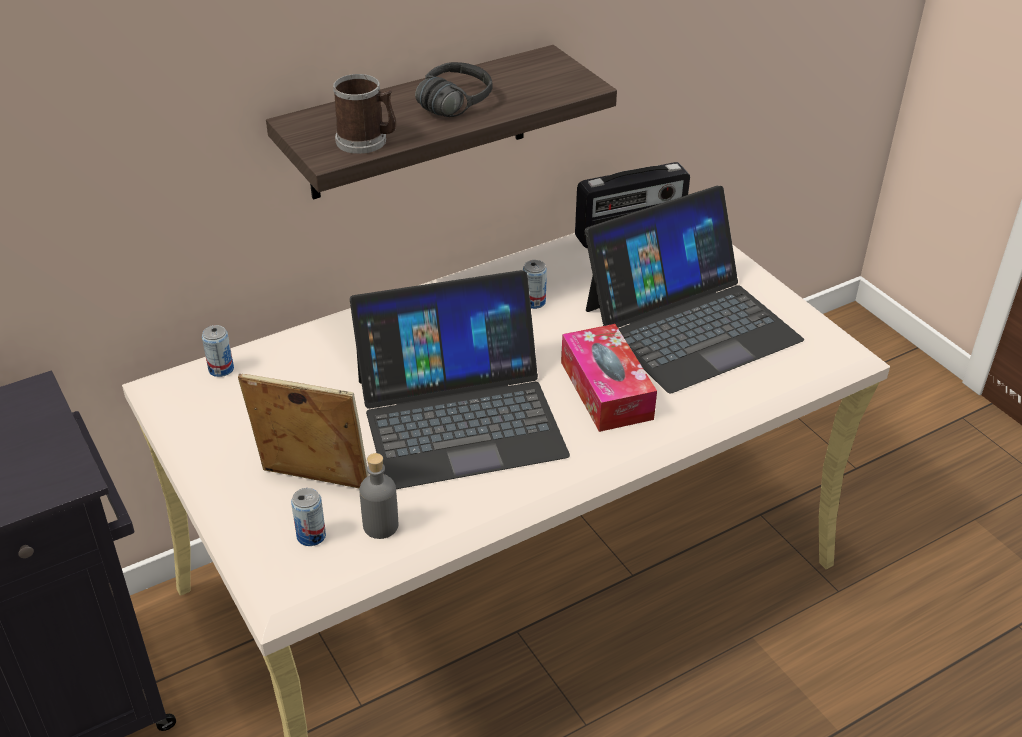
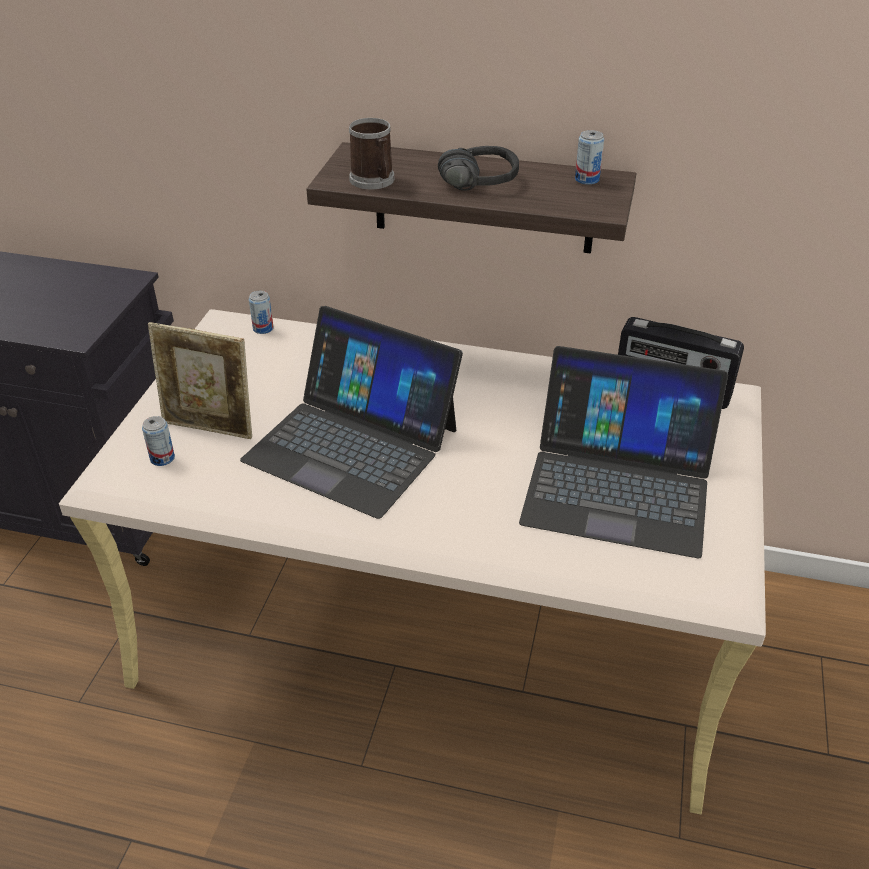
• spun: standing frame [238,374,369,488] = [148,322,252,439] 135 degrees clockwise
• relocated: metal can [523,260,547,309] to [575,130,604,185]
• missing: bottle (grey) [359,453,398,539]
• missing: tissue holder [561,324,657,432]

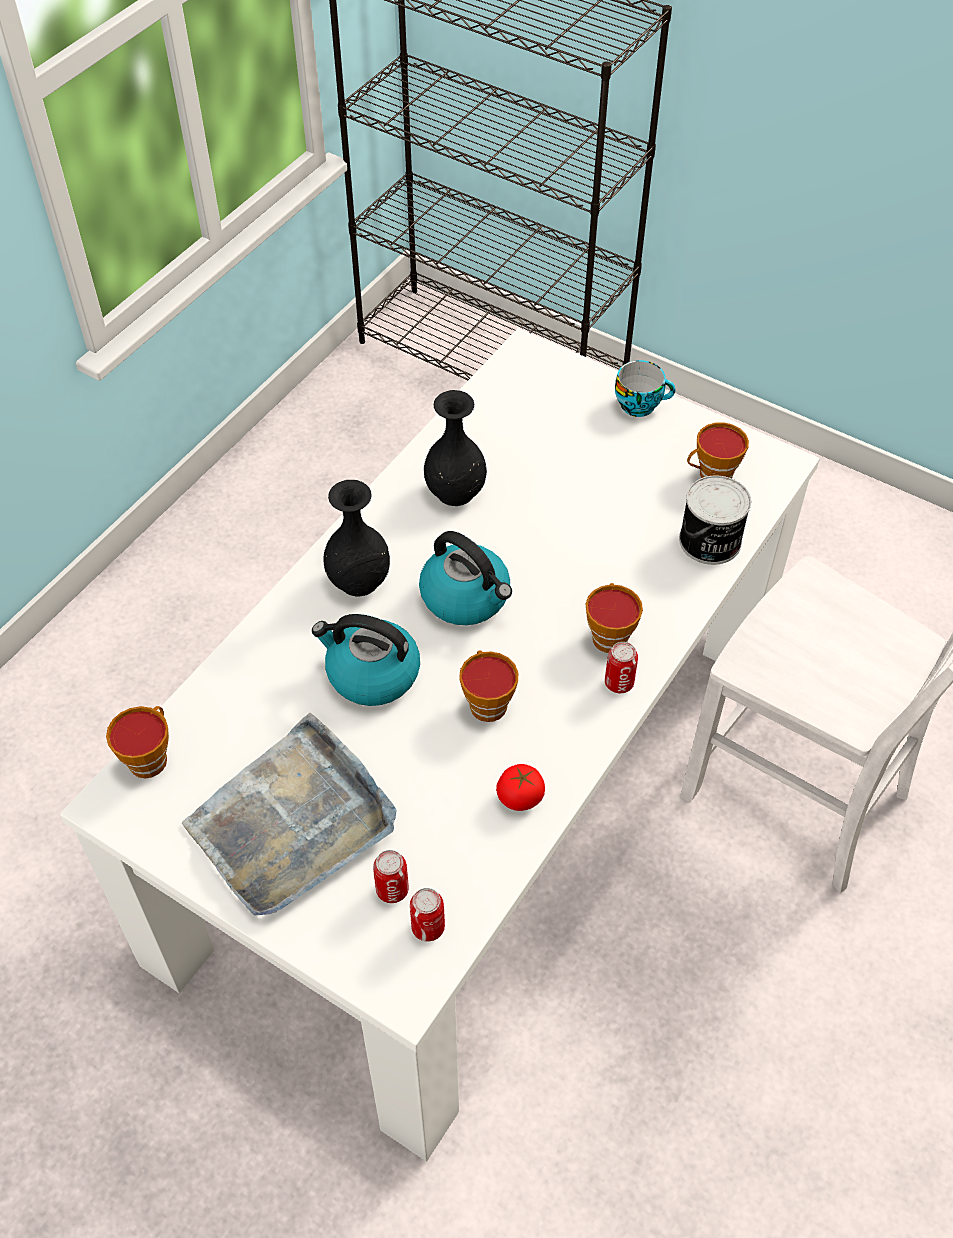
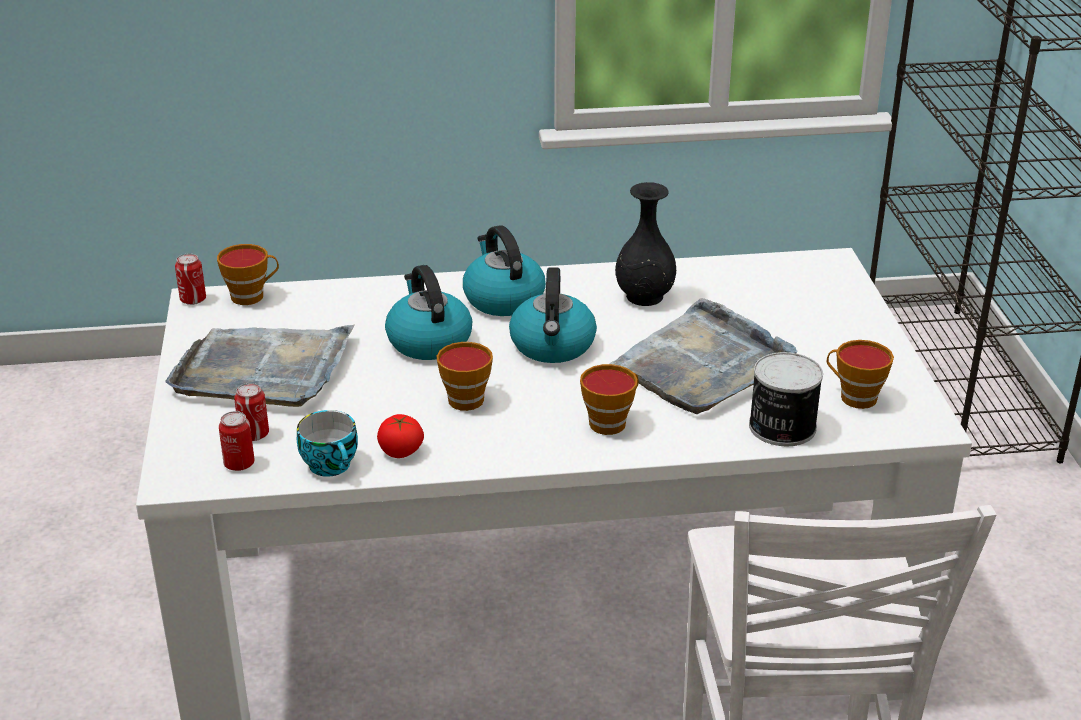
• relocated: metal can [605,642,638,693] to [175,253,206,305]
• relocated: cup [615,360,676,417] to [297,410,358,477]
• exchanged: decorative vase (blackish) [324,480,390,597] to kettle [463,225,546,316]
• appeared: tray (grey) [610,298,798,414]

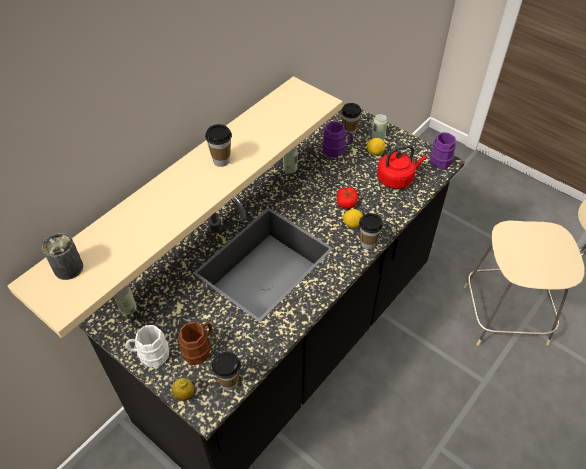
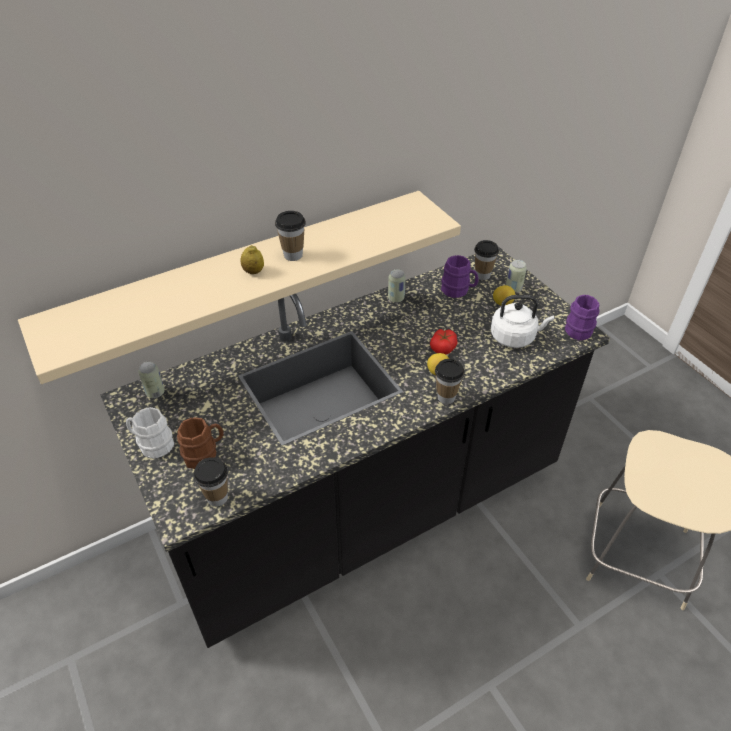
• relocated: citrus fruit [172,378,194,401] to [240,246,264,274]
• colour: kettle (reddish) [377,145,426,189] to kettle (white-coloured) [491,295,554,348]
• missing: metal can [42,233,83,280]

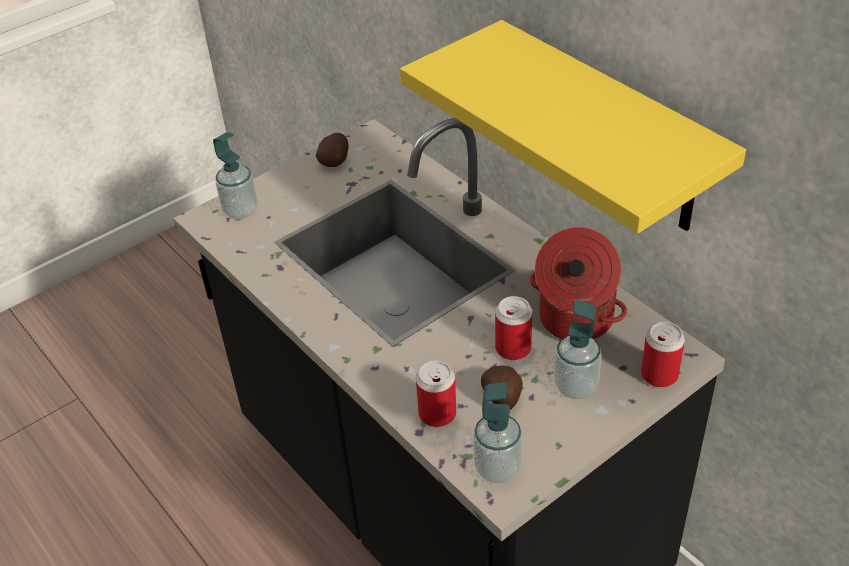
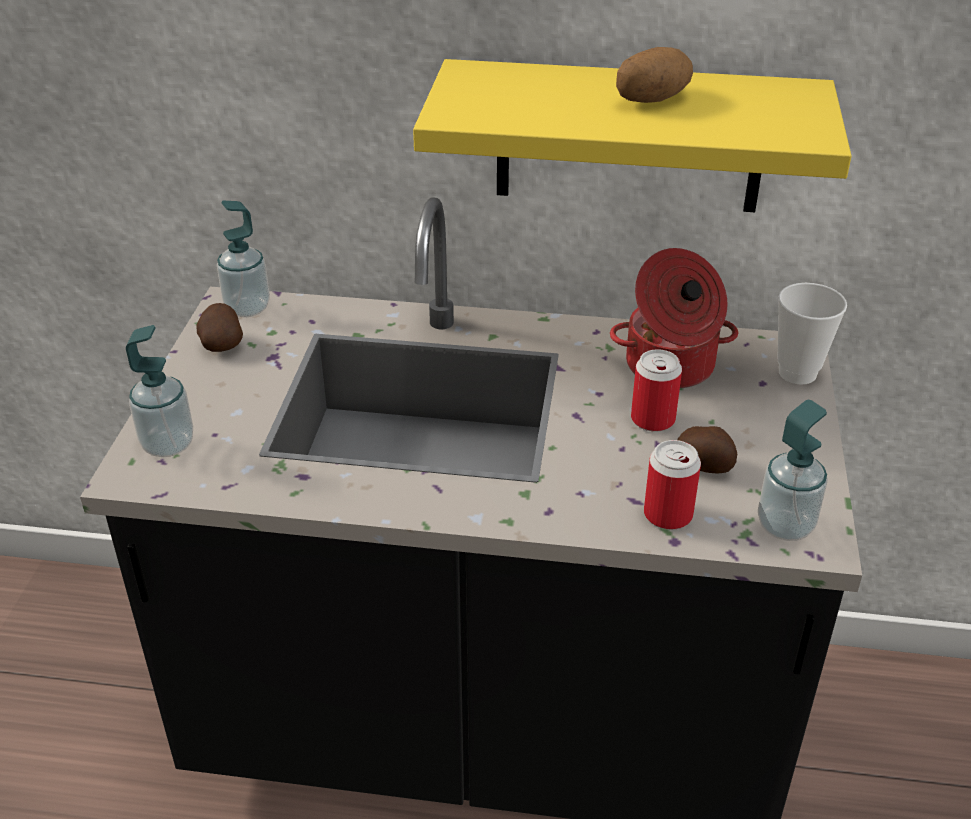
• relocated: soap bottle [554,300,602,399] to [217,201,270,317]
• appeared: spud [616,47,693,103]
• exchanged: metal can [641,322,685,387] to cup [778,283,847,385]

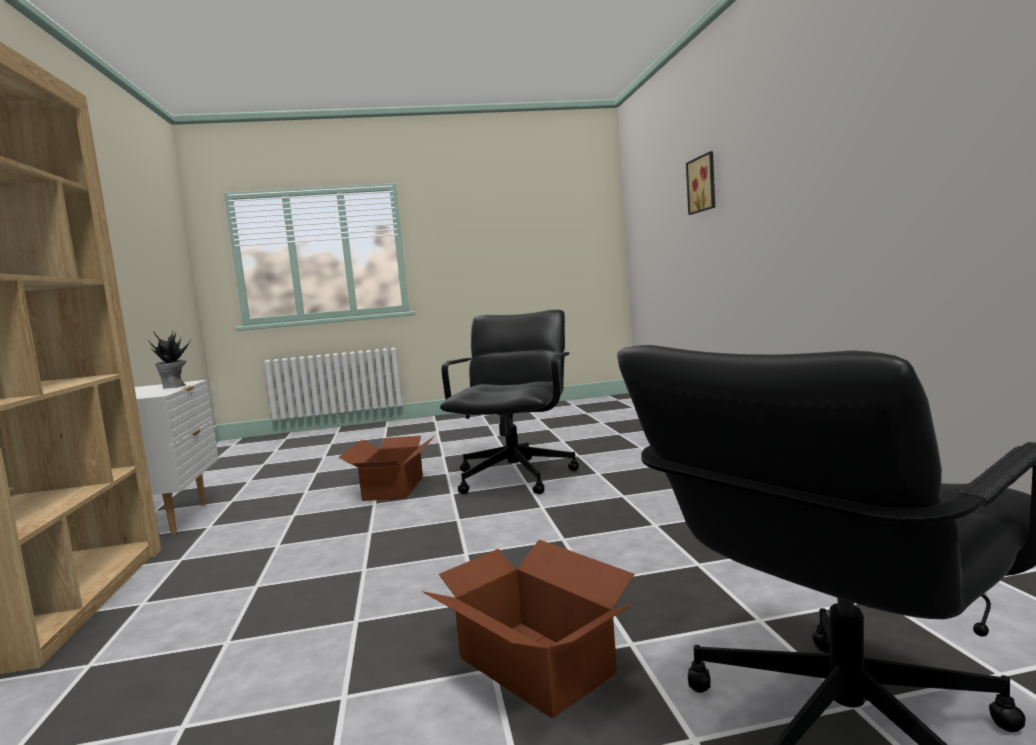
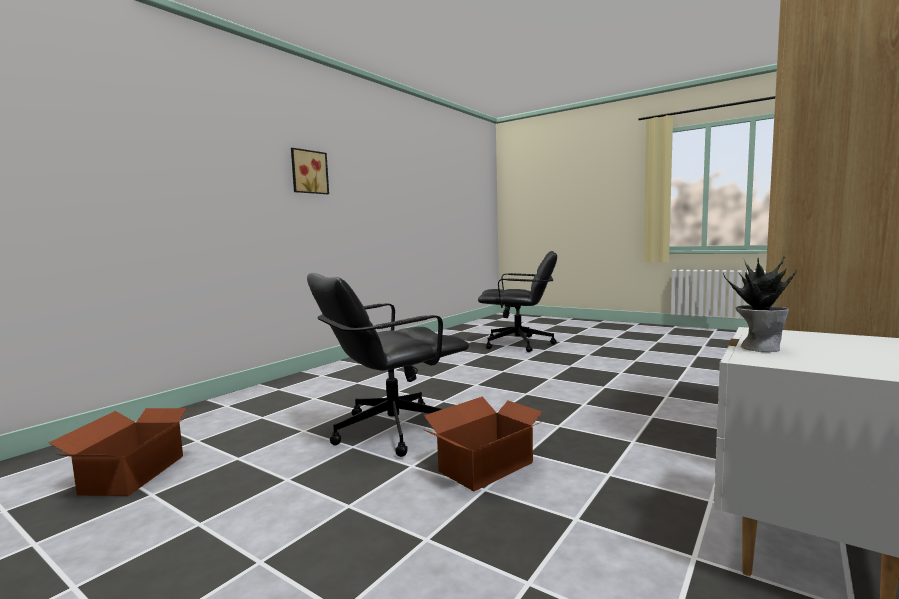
• relocated: carton [422,540,635,718] to [48,408,195,496]
• relocated: picture [686,151,715,215] to [291,148,329,194]

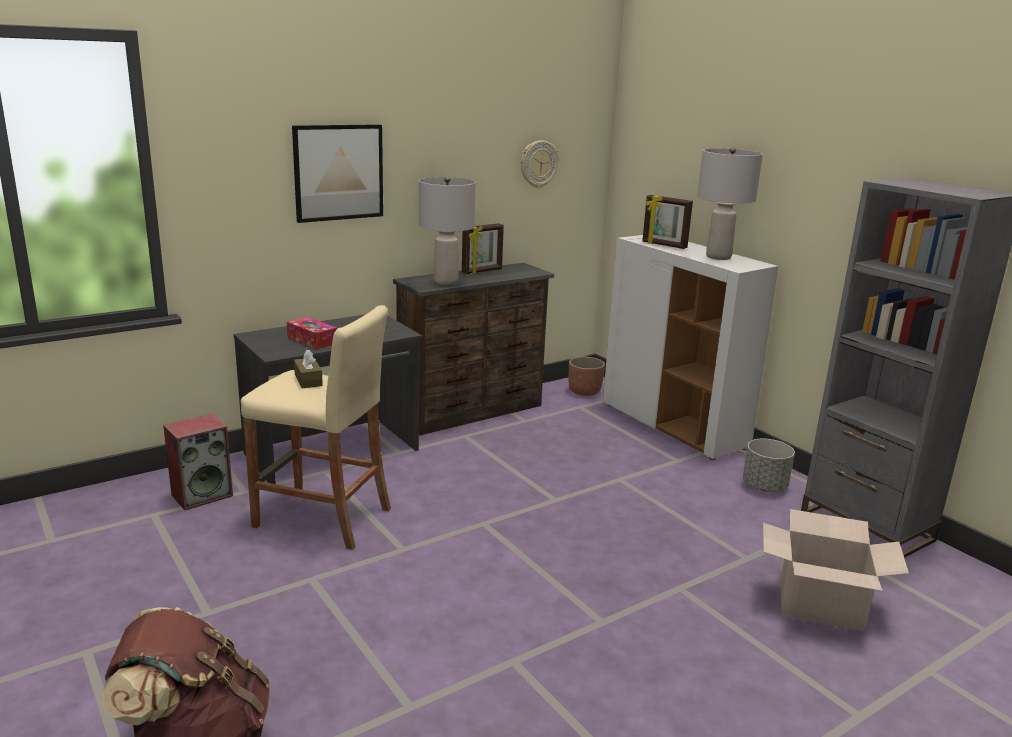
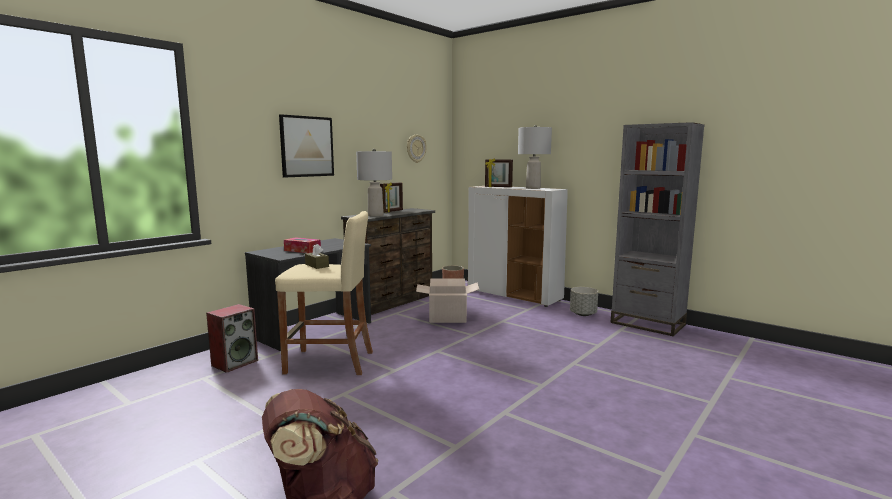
• relocated: carton [763,509,909,631] to [416,279,479,323]

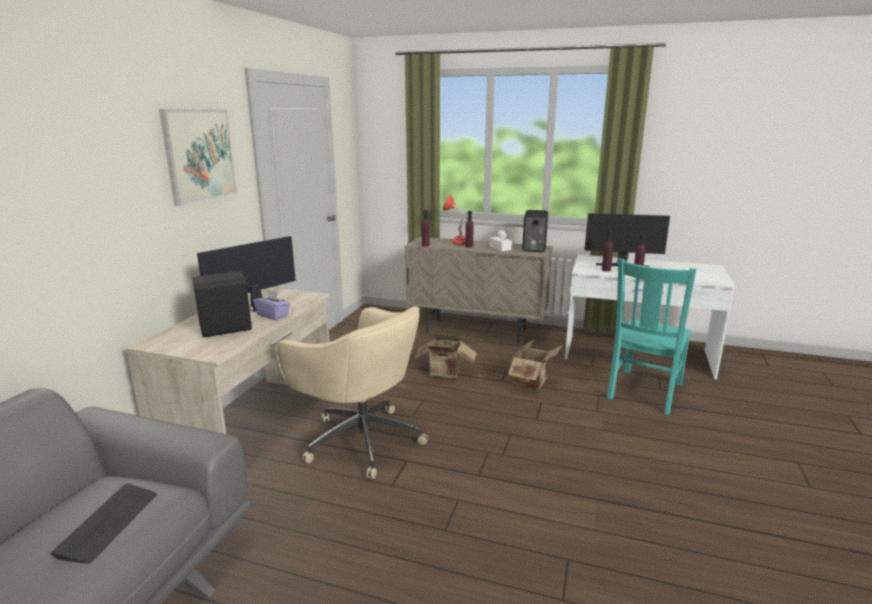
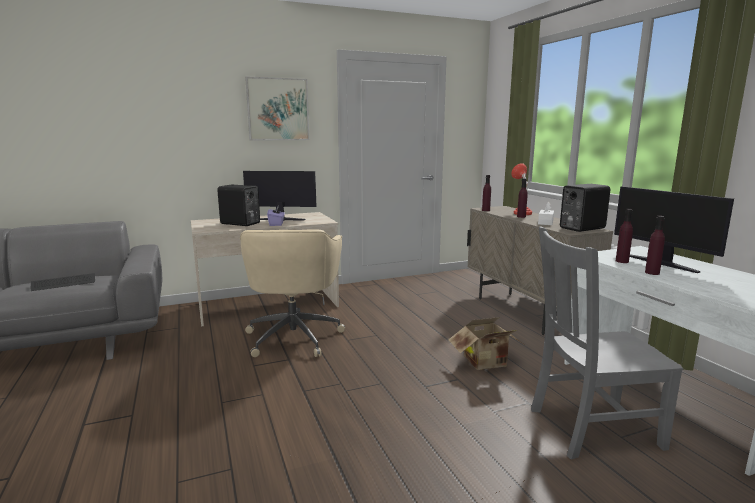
• colour: upright chair (blue-green) [607,258,696,415] to upright chair (grey) [531,226,683,459]
• missing: carton [414,334,477,378]

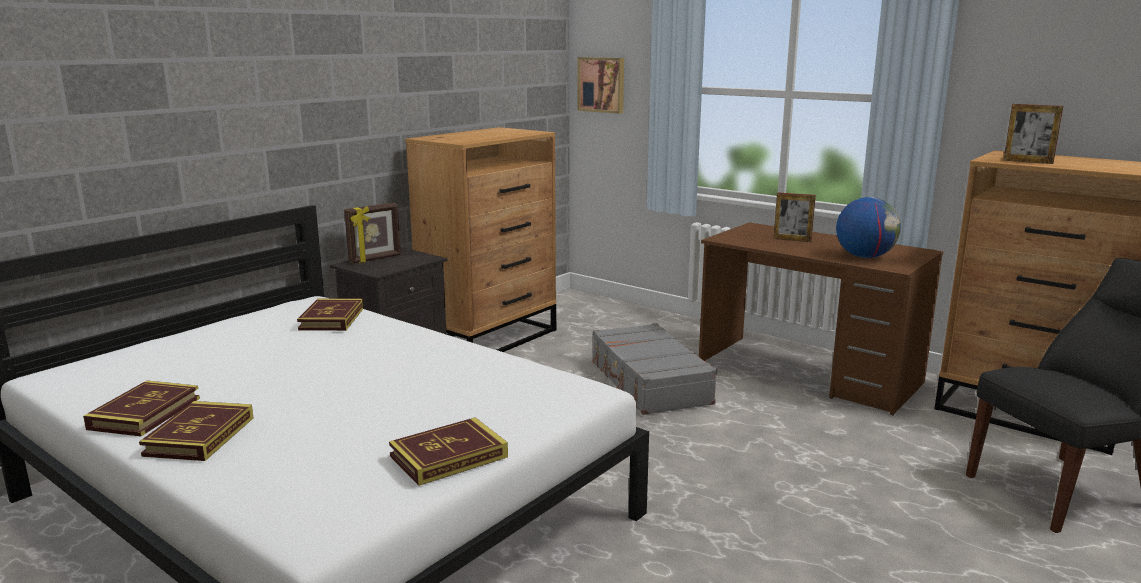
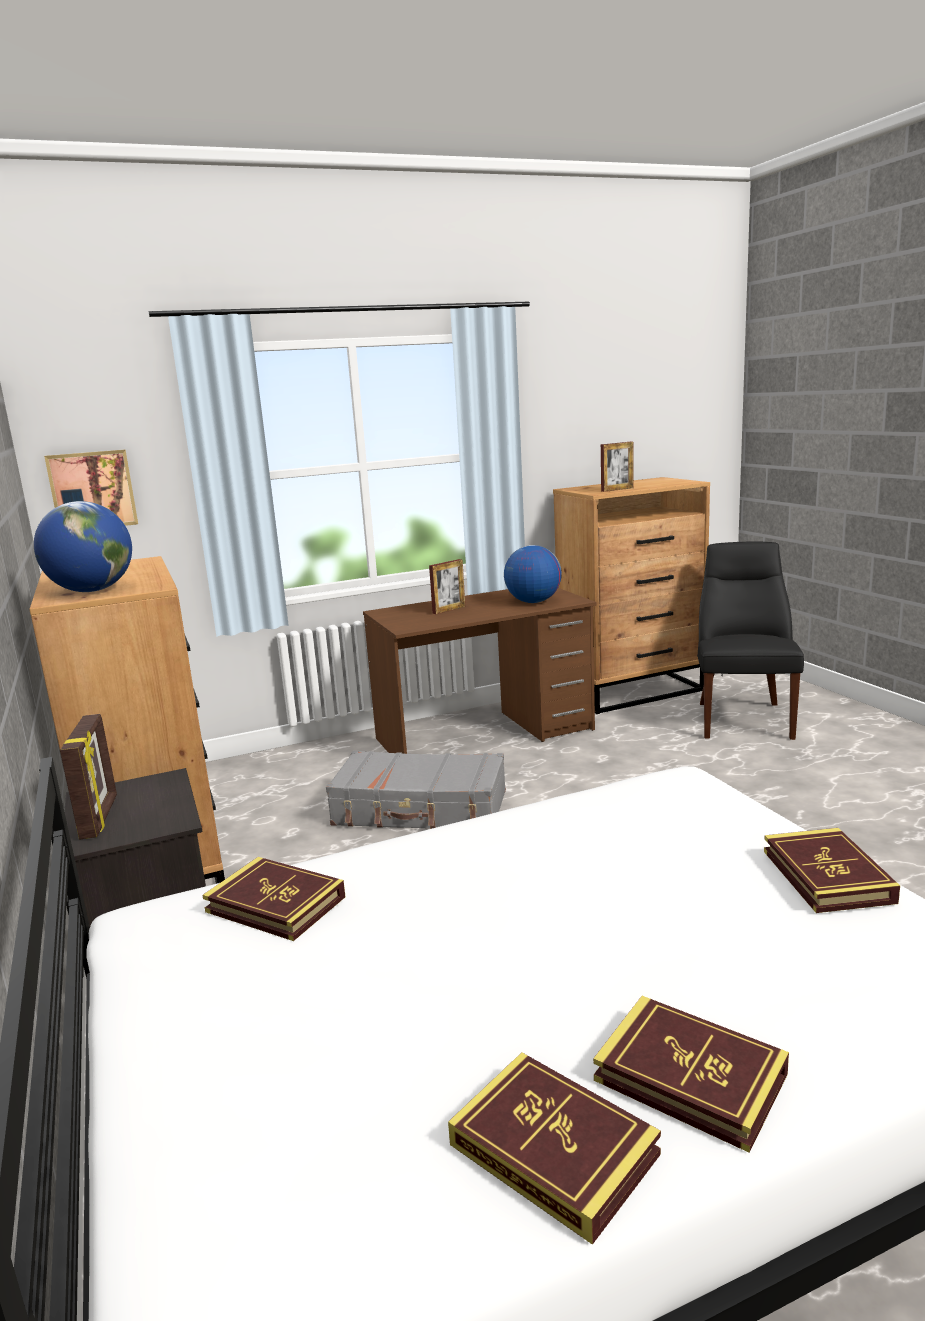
• appeared: world globe [34,501,132,592]

